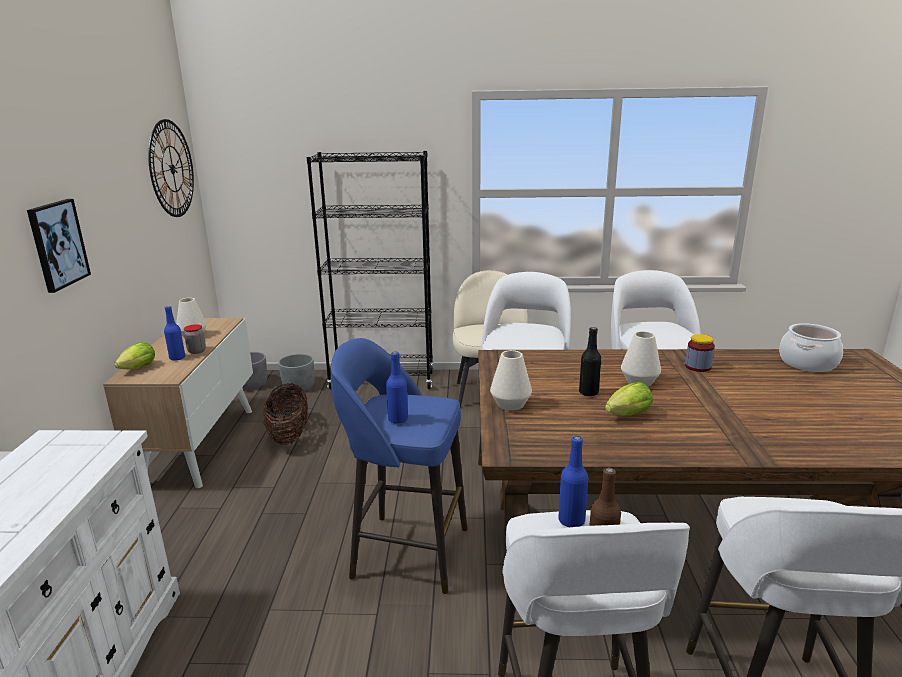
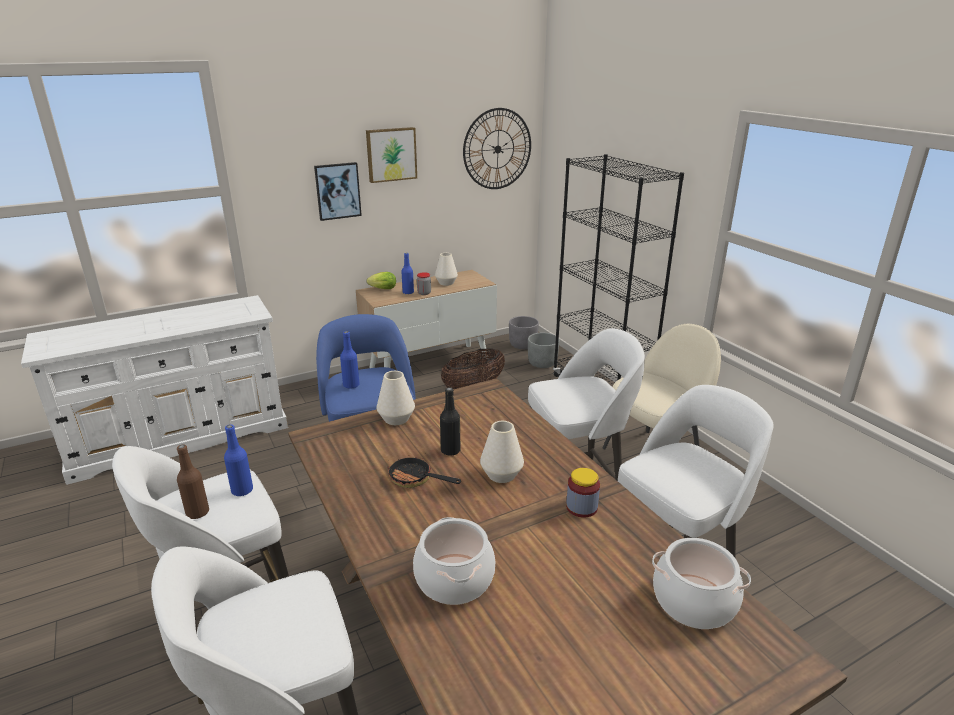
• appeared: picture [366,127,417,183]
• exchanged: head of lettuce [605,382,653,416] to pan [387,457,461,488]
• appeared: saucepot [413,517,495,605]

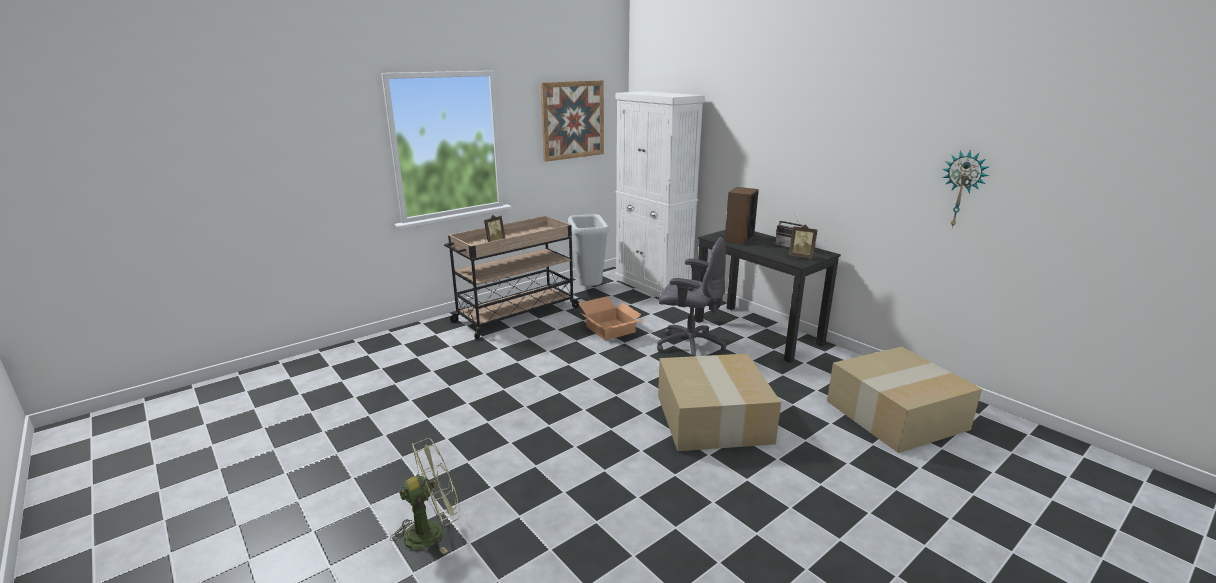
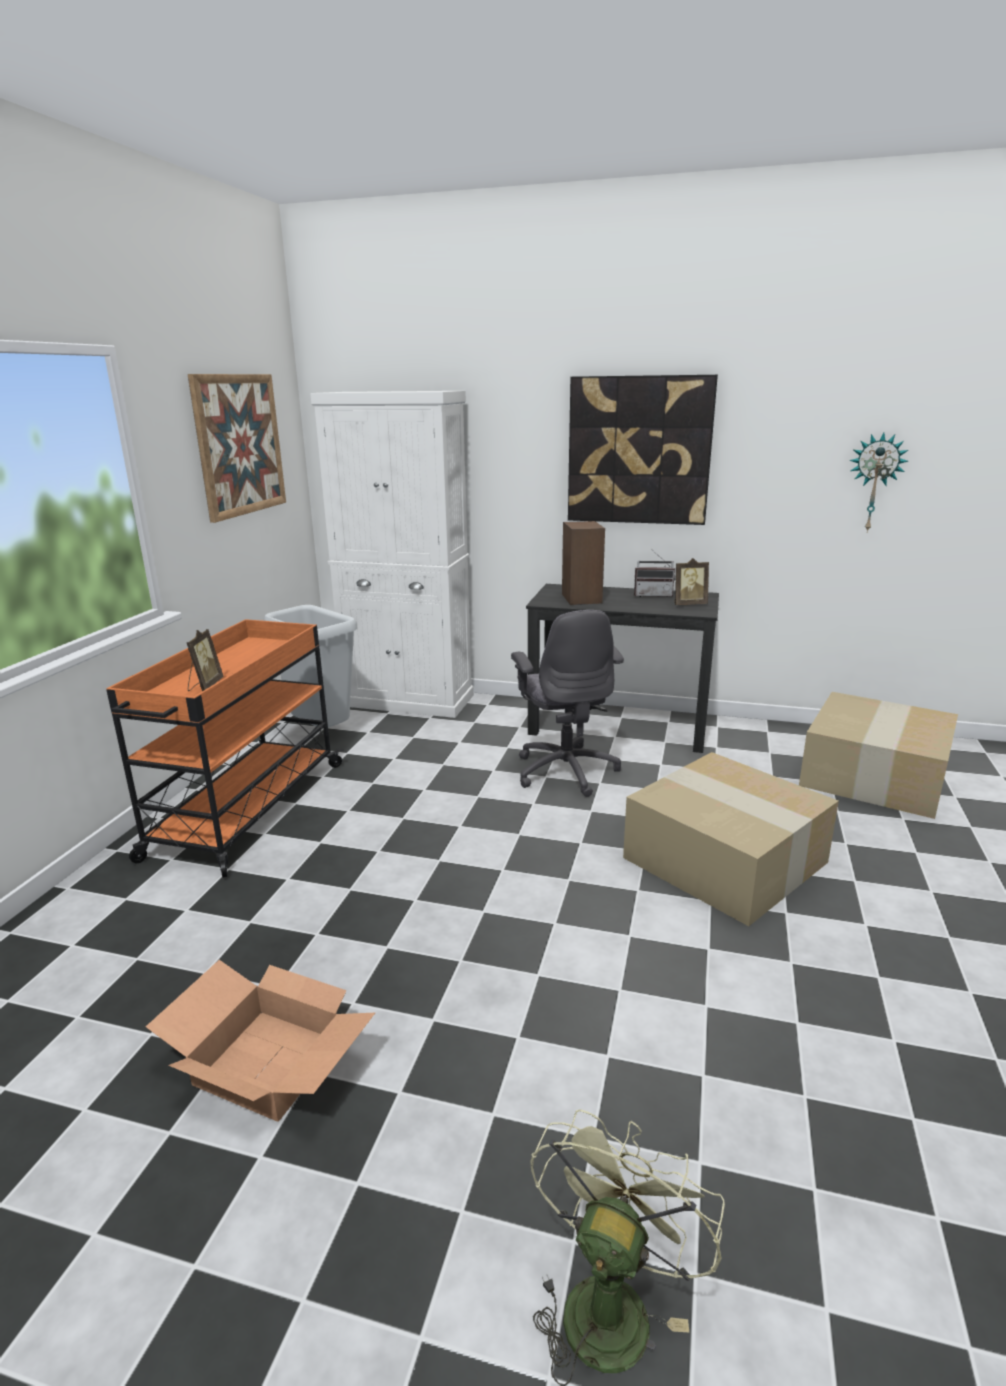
• colour: trolley (beige) [444,216,581,339] to trolley (orange-coloured) [106,619,343,878]
• relocated: carton [578,296,643,341] to [146,960,376,1121]
• spun: desk chair (grey) [657,237,726,357] = [511,610,624,797] 90 degrees clockwise
• appeared: picture [568,375,718,525]

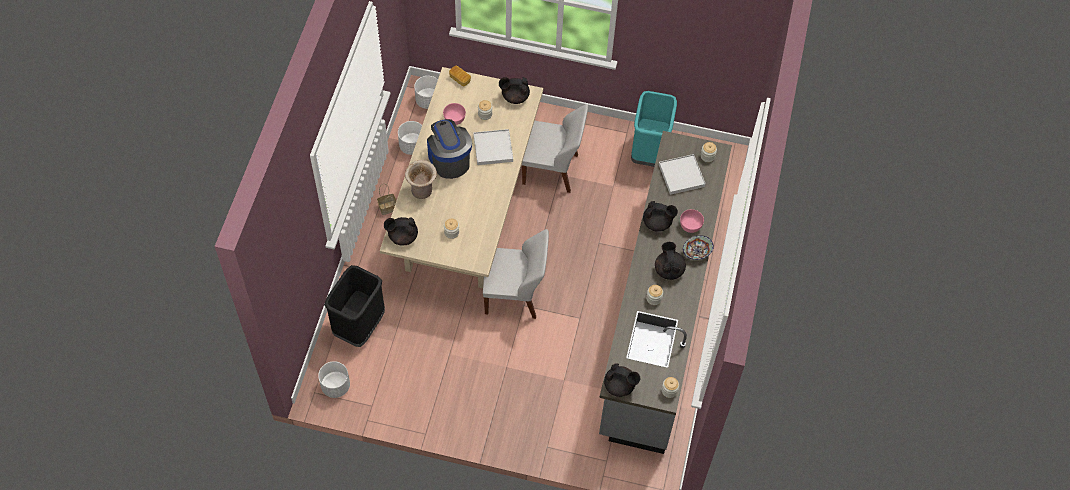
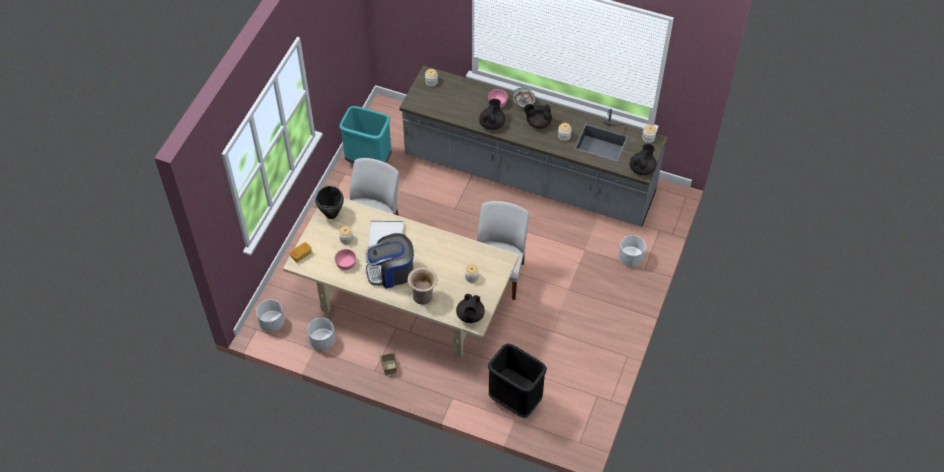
• exchanged: tea pot (blackish) [499,77,530,104] to saucepot (blackish) [315,186,344,219]
• relocated: planter (white-coloured) [318,361,350,398] to [619,235,646,267]
• missing: tray (white-coloured) [659,154,705,195]

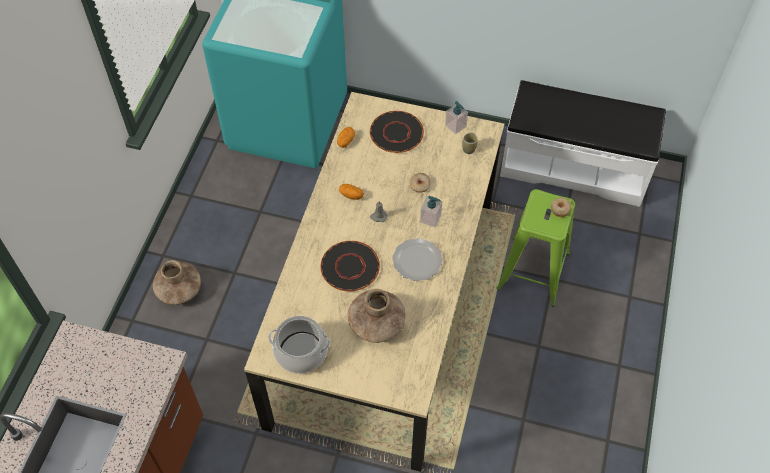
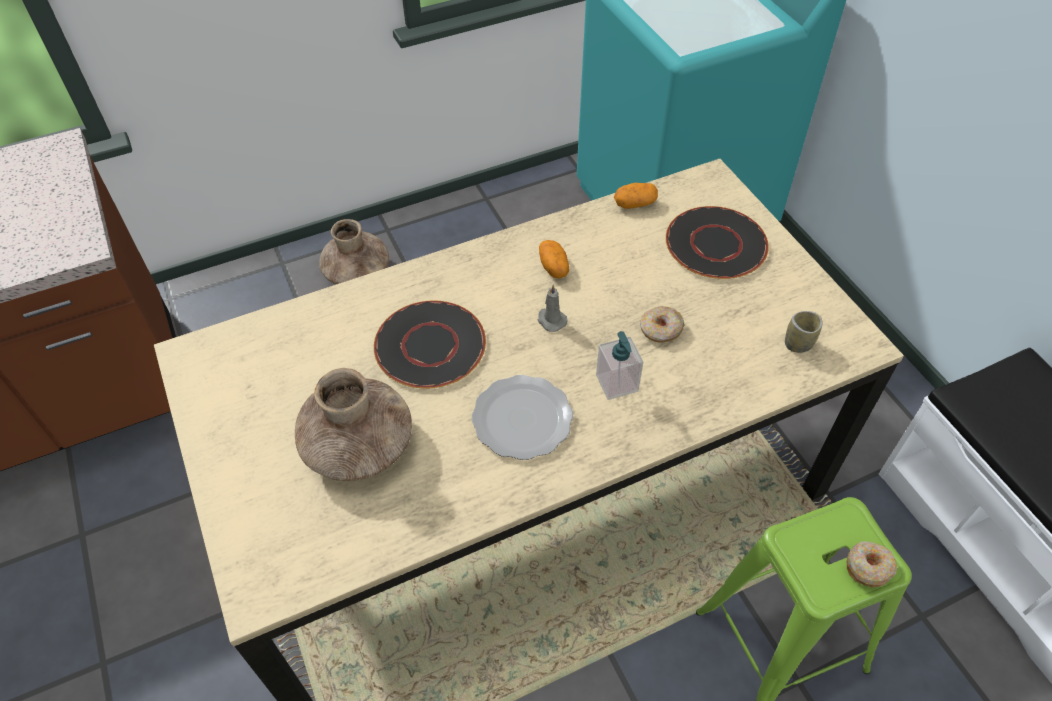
• missing: saucepot [268,316,330,374]
• missing: soap bottle [445,101,468,134]

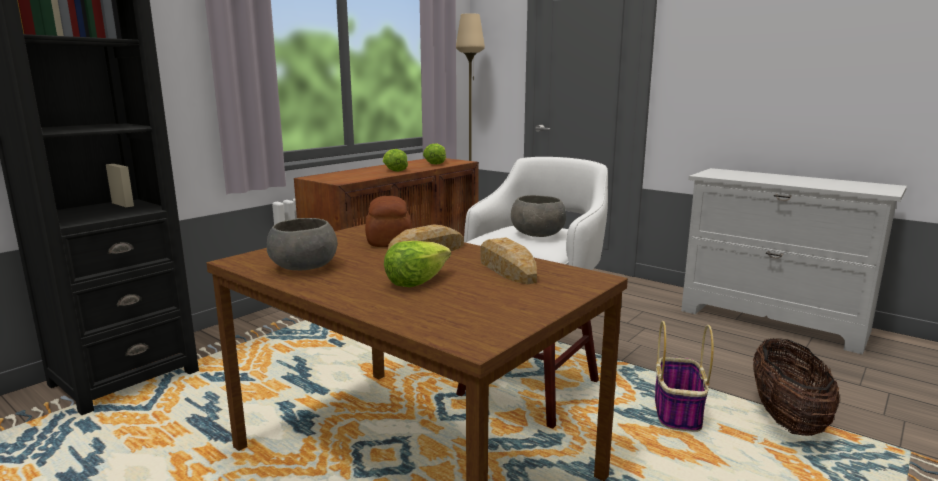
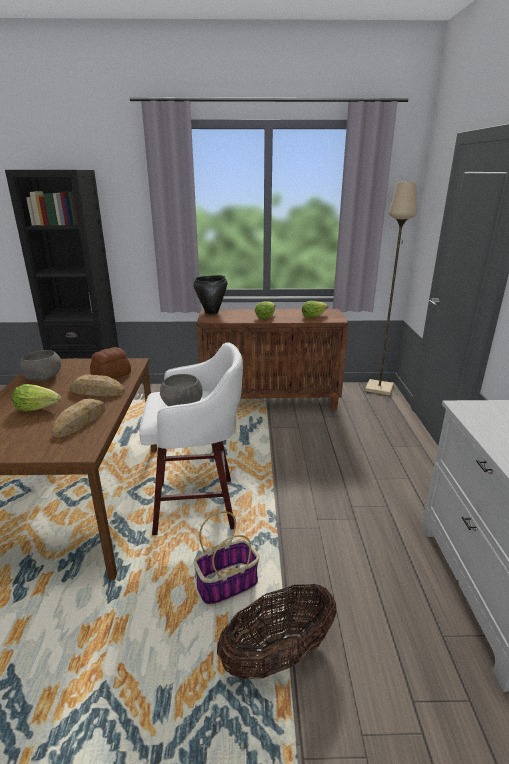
• appeared: saucepot (blackish) [193,275,227,314]

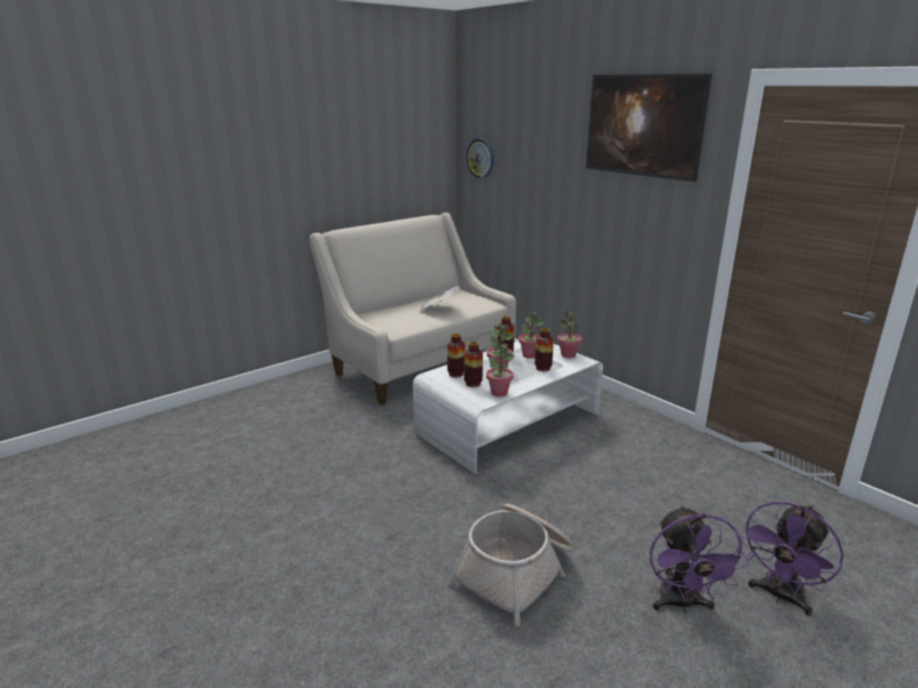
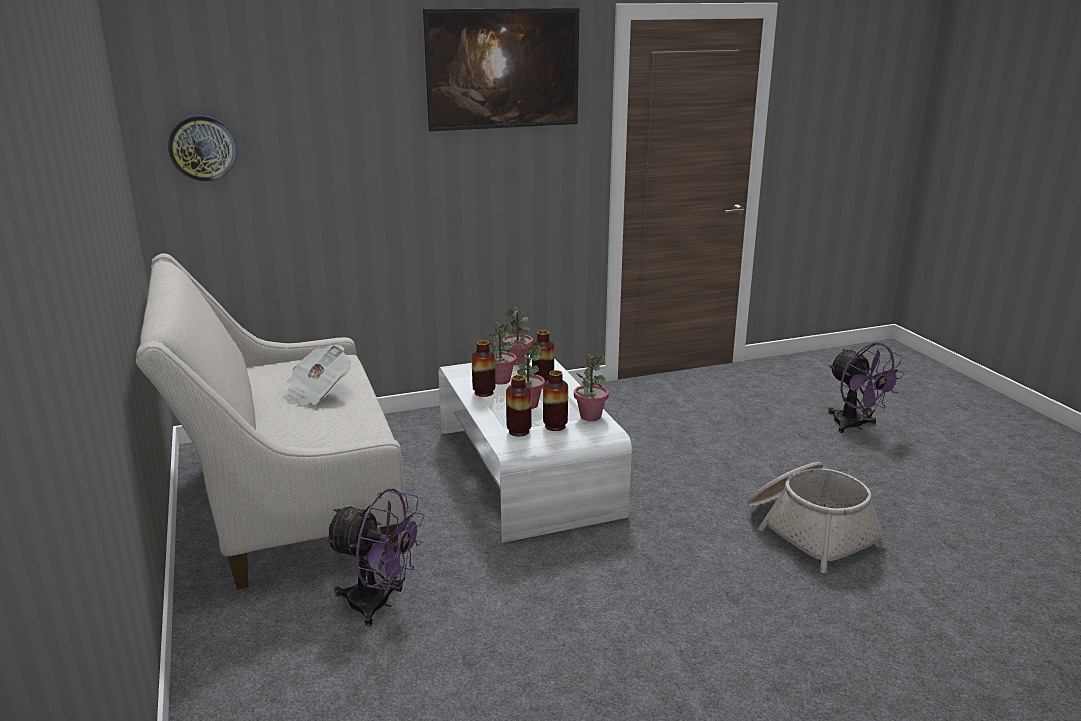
• relocated: fan (purplish) [650,505,749,613] to [324,488,425,626]

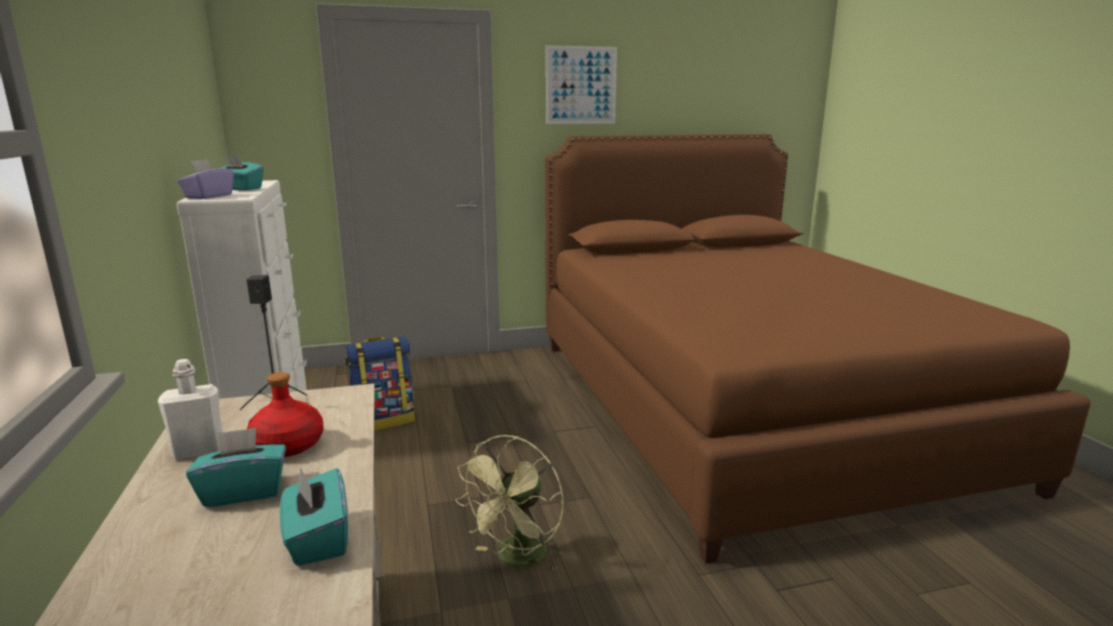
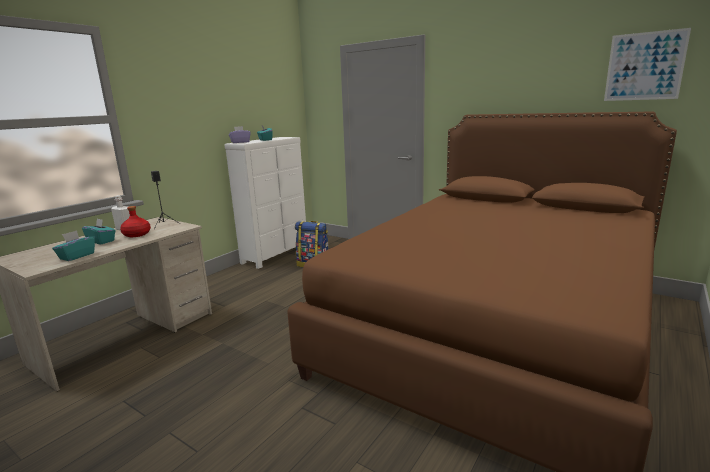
• relocated: picture [546,45,617,124] to [604,28,691,101]
• missing: fan (green-coloured) [455,435,564,571]

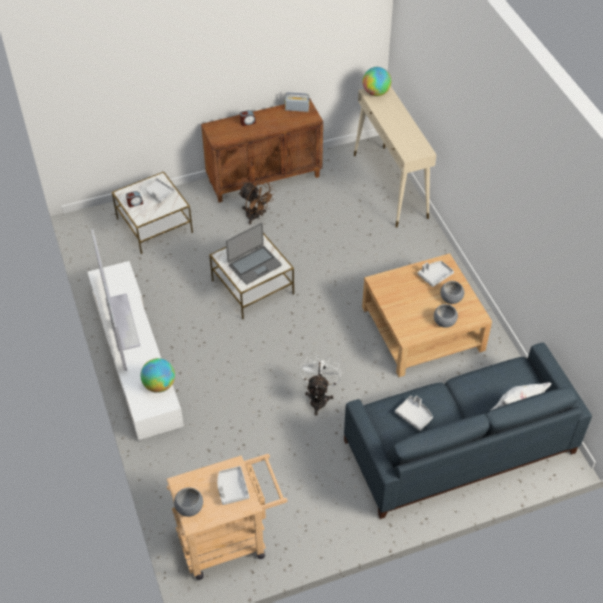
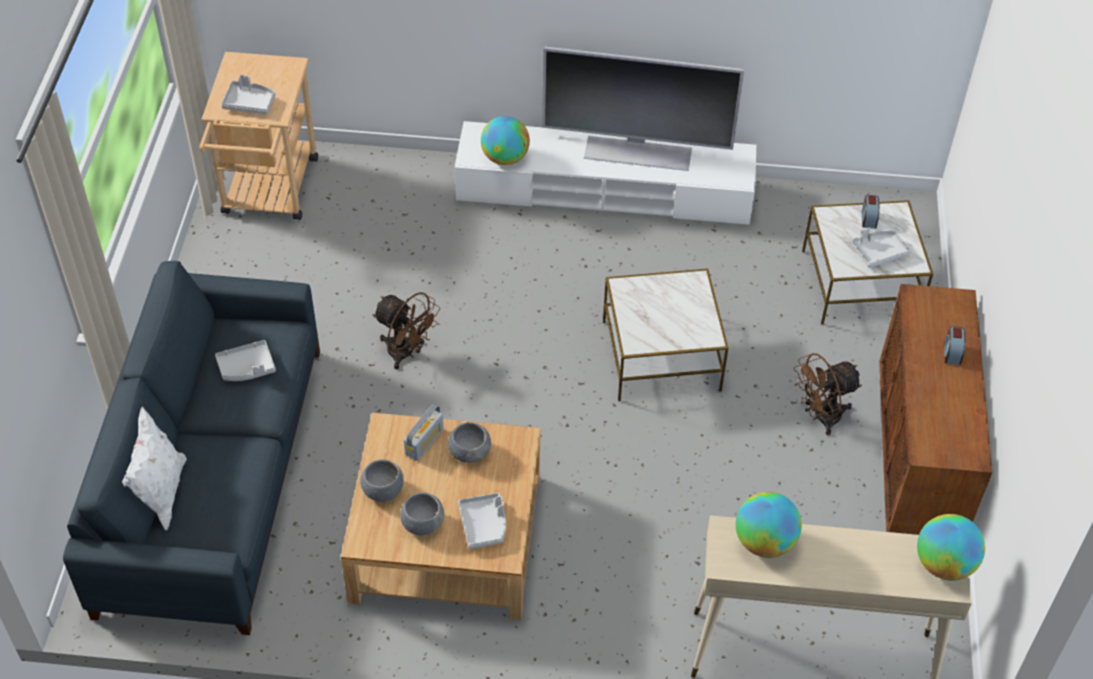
• colour: fan (white-coloured) [300,355,342,416] to fan (brownish) [372,292,440,369]
• relocated: radio set [284,92,310,112] to [404,404,444,461]
• relocated: bowl (grey) [174,487,203,517] to [448,422,491,463]
• appeared: world globe [736,492,802,558]
• missing: notebook computer [226,223,282,284]

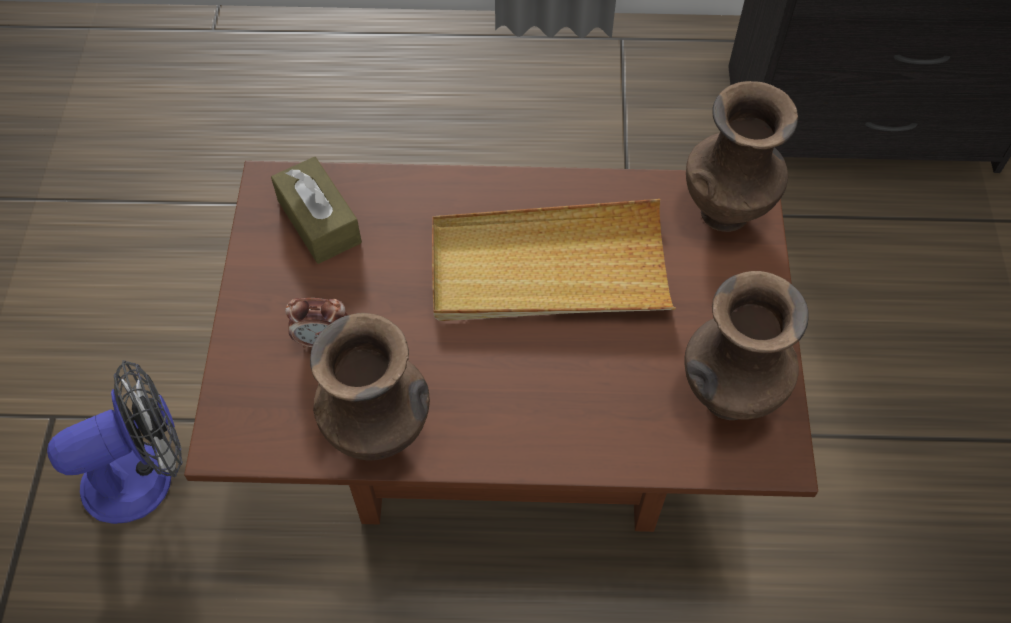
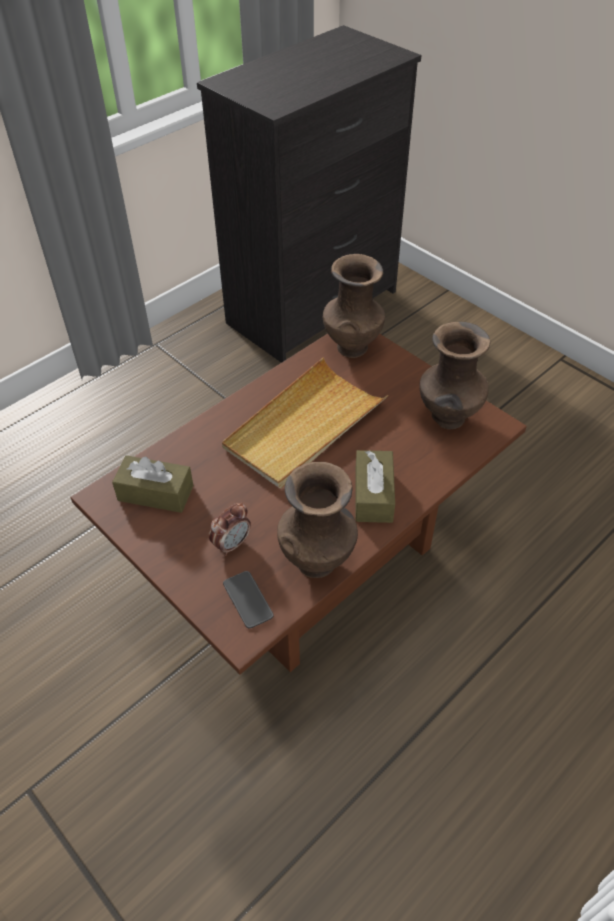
• appeared: telephone [223,571,274,628]
• appeared: tissue holder (brownish) [355,450,395,523]
• missing: fan [47,360,183,524]

